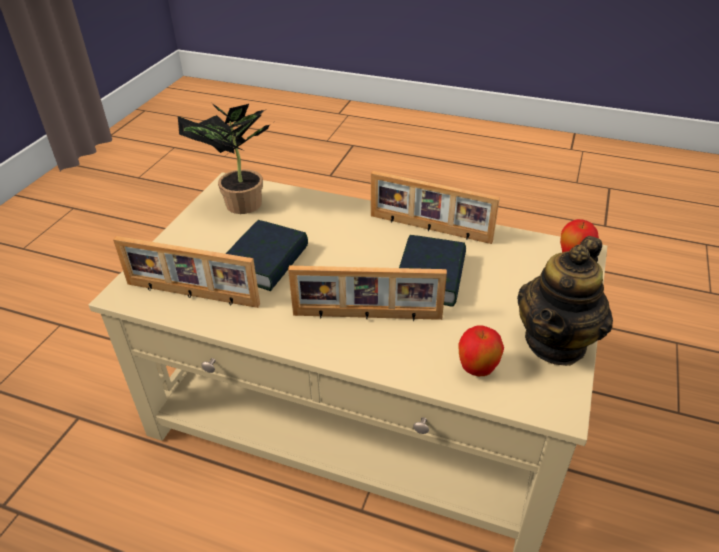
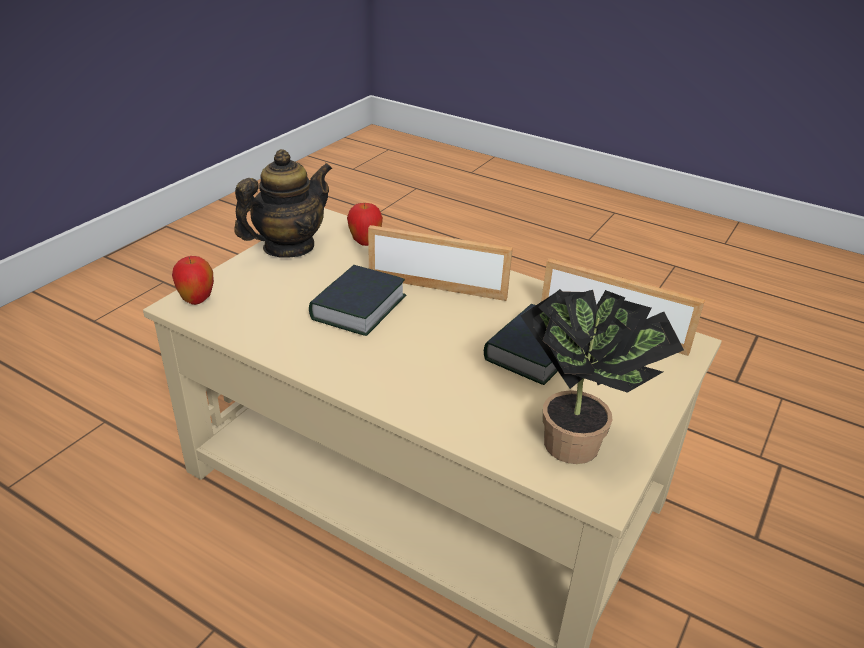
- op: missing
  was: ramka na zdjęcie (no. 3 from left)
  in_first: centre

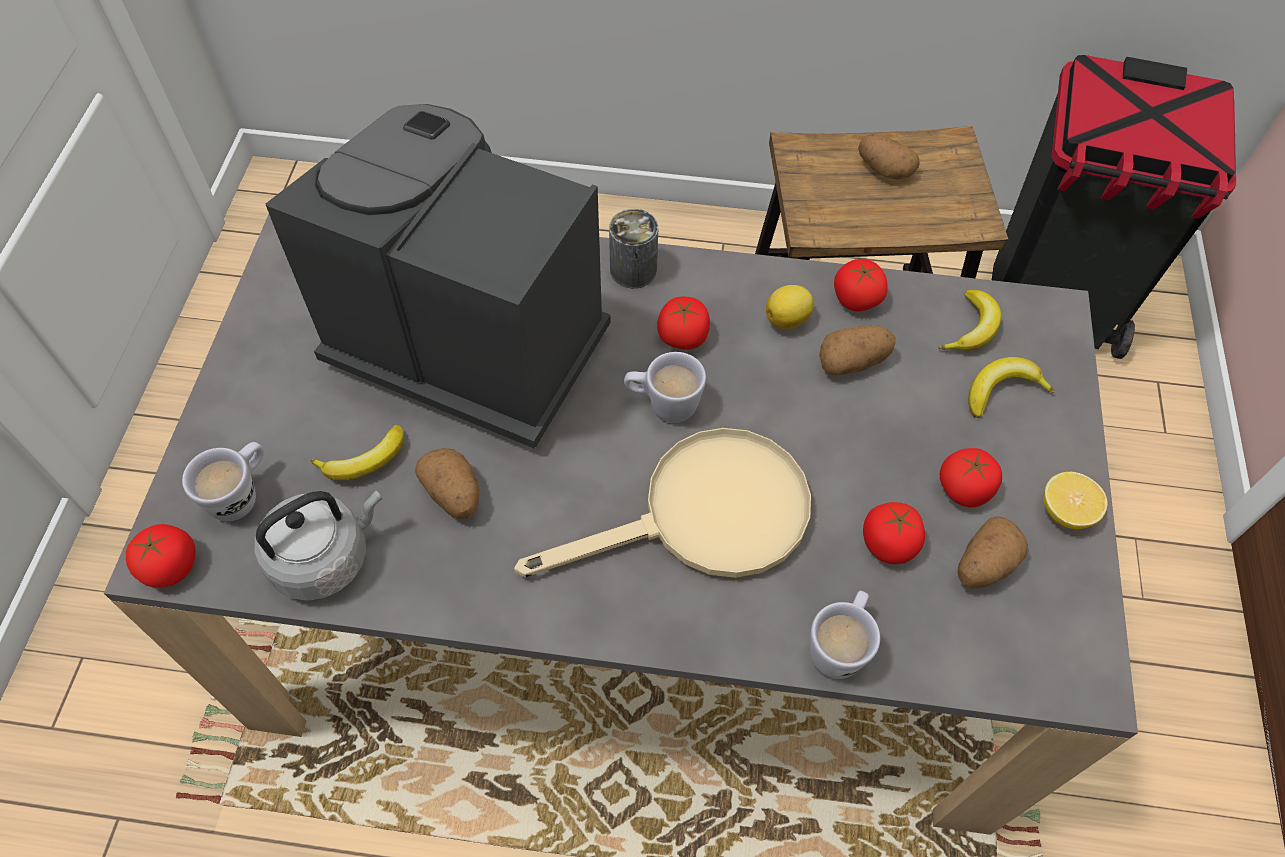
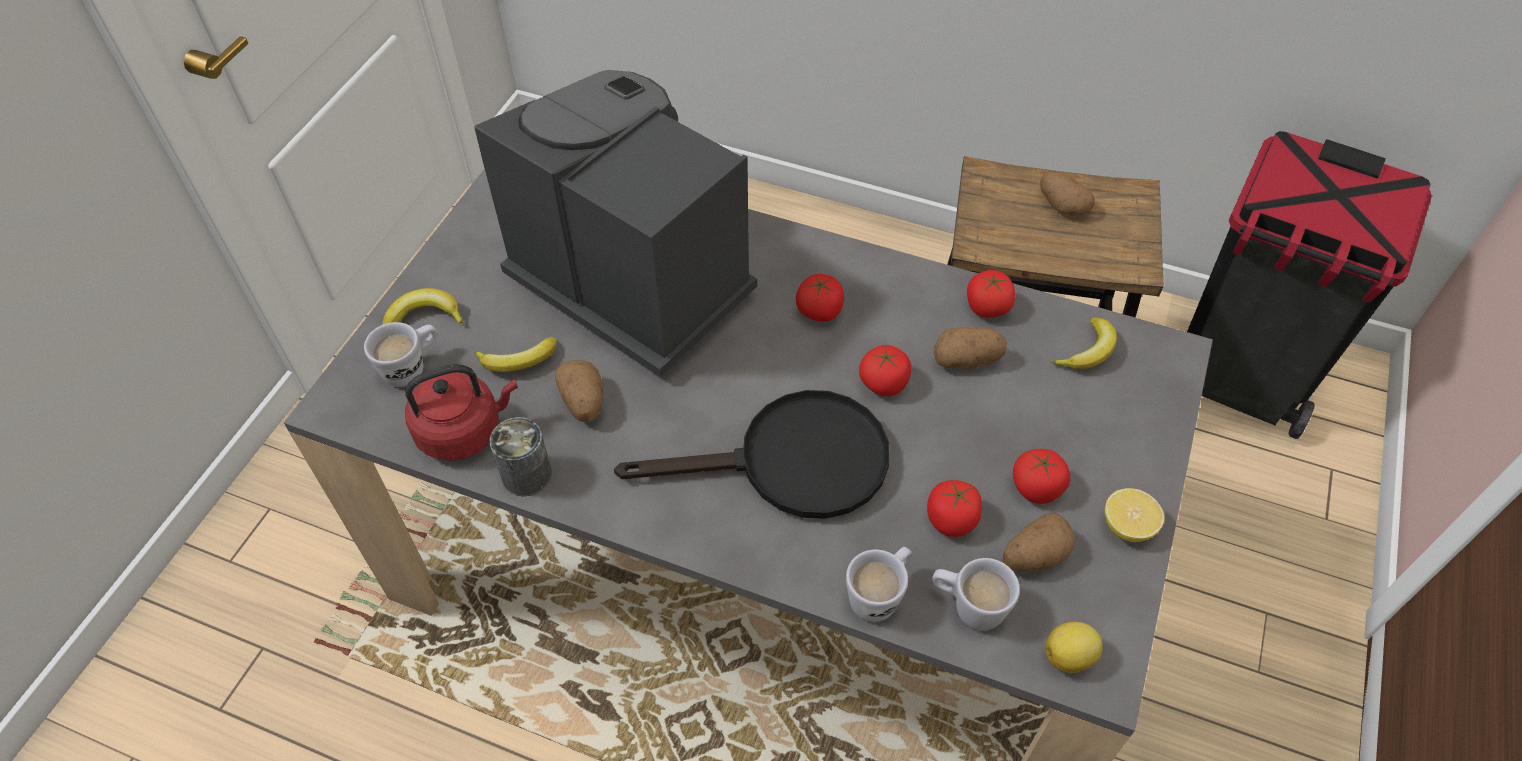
- op: relocated
  was: pomidor (no. 1 from left in the first image)
  now: pomidor (no. 2 from left)
  in_first: middle left
  in_second: centre
- op: relocated
  was: puszka
  in_first: top centre
  in_second: centre
- op: relocated
  was: kubek/biały (no. 2 from left in the first image)
  now: kubek/biały (no. 3 from left)
  in_first: centre
  in_second: bottom centre
- op: relocated
  was: cytryna (no. 1 from left)
  in_first: centre
  in_second: bottom right
- op: relocated
  was: banan (no. 3 from left in the first image)
  now: banan (no. 1 from left)
  in_first: middle right
  in_second: middle left
- op: colour
  was: czajnik/szary
  now: czajnik/czerwony
  in_first: middle left
  in_second: middle left
- op: colour
  was: patelnia/beżowy
  now: patelnia/czarny
  in_first: centre
  in_second: centre

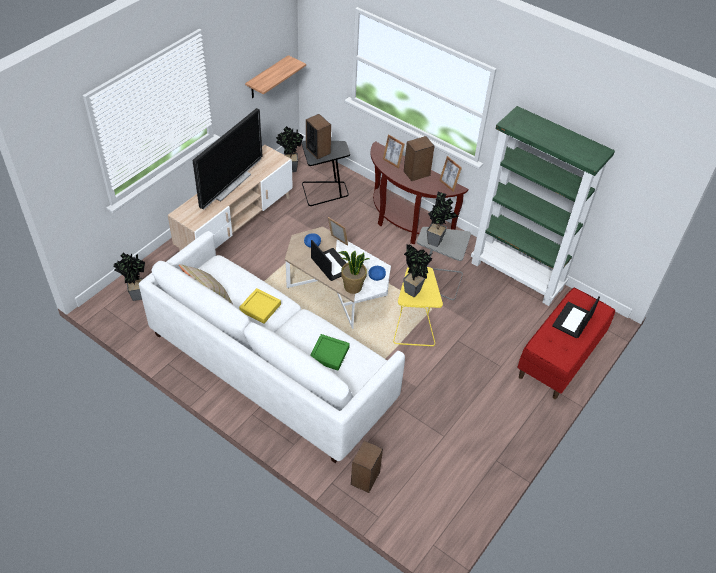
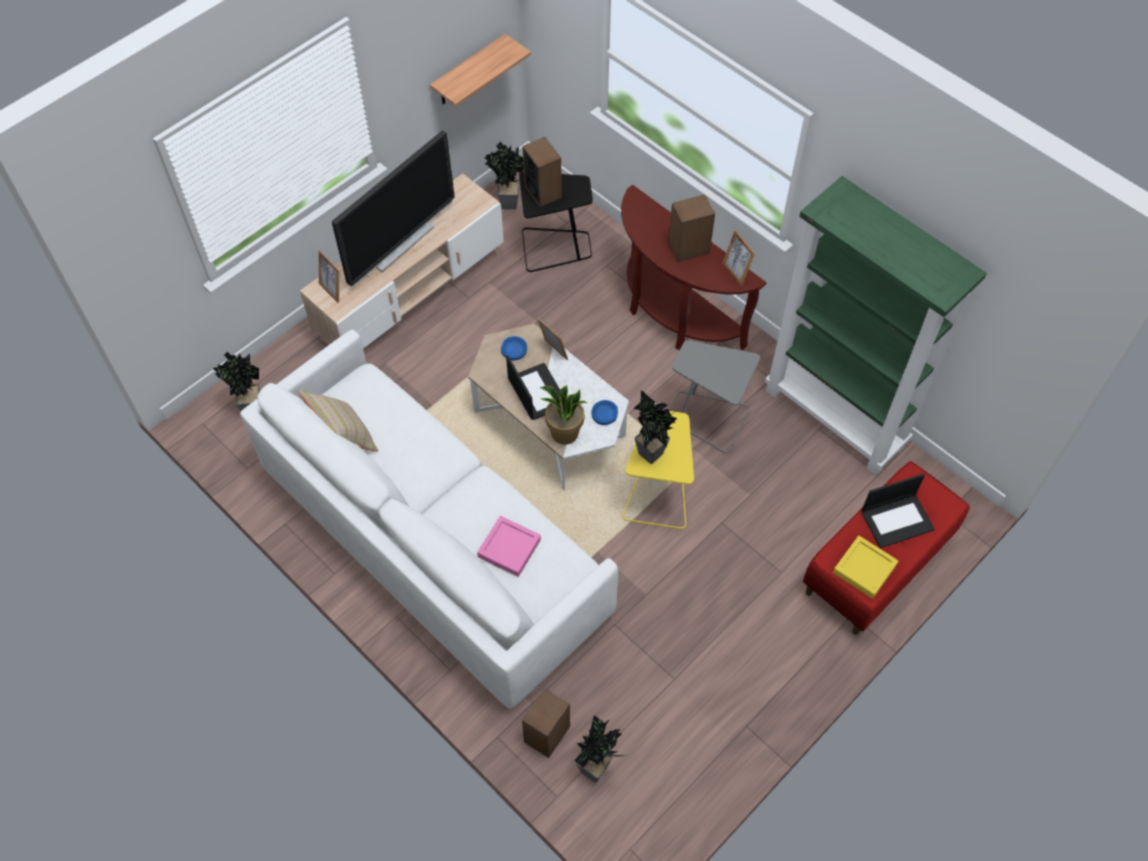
- op: relocated
  was: taca/żółty
  in_first: centre
  in_second: middle right
- op: relocated
  was: ramka na zdjęcie (no. 2 from left in the first image)
  now: ramka na zdjęcie (no. 1 from left)
  in_first: top centre
  in_second: top left
- op: relocated
  was: roślina doniczkowa (no. 5 from left in the first image)
  now: roślina doniczkowa (no. 4 from left)
  in_first: centre
  in_second: bottom centre
- op: colour
  was: taca/zielony
  now: taca/różowy
  in_first: centre
  in_second: centre
- op: spun
  was: laptop (no. 2 from left)
  in_first: middle right
  in_second: middle right
  clockwise: -150

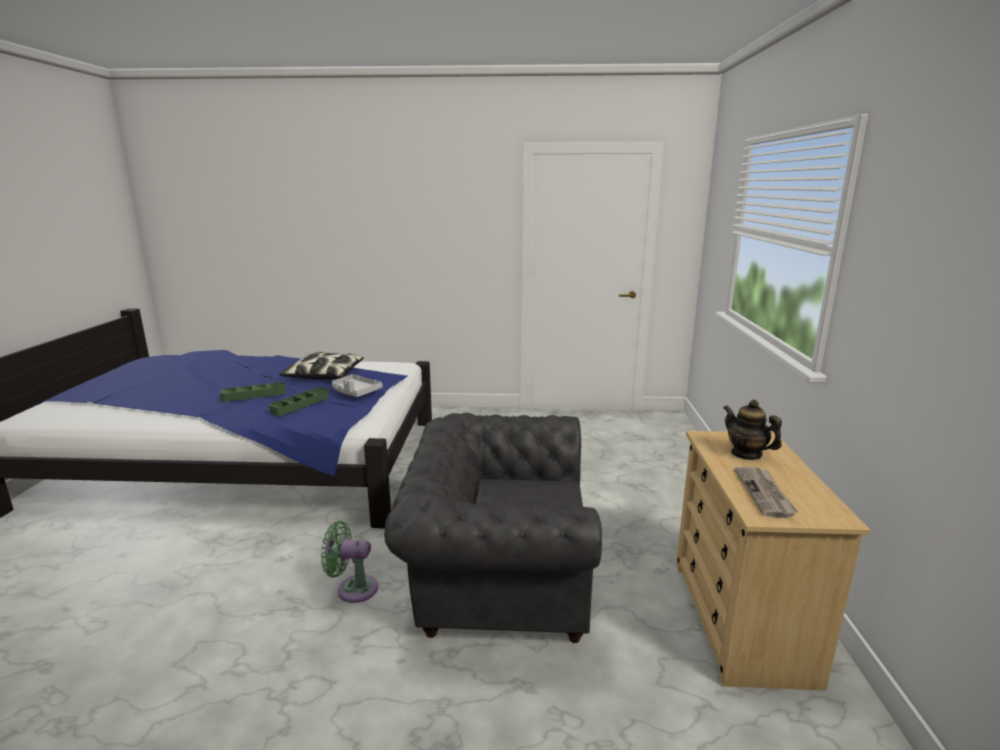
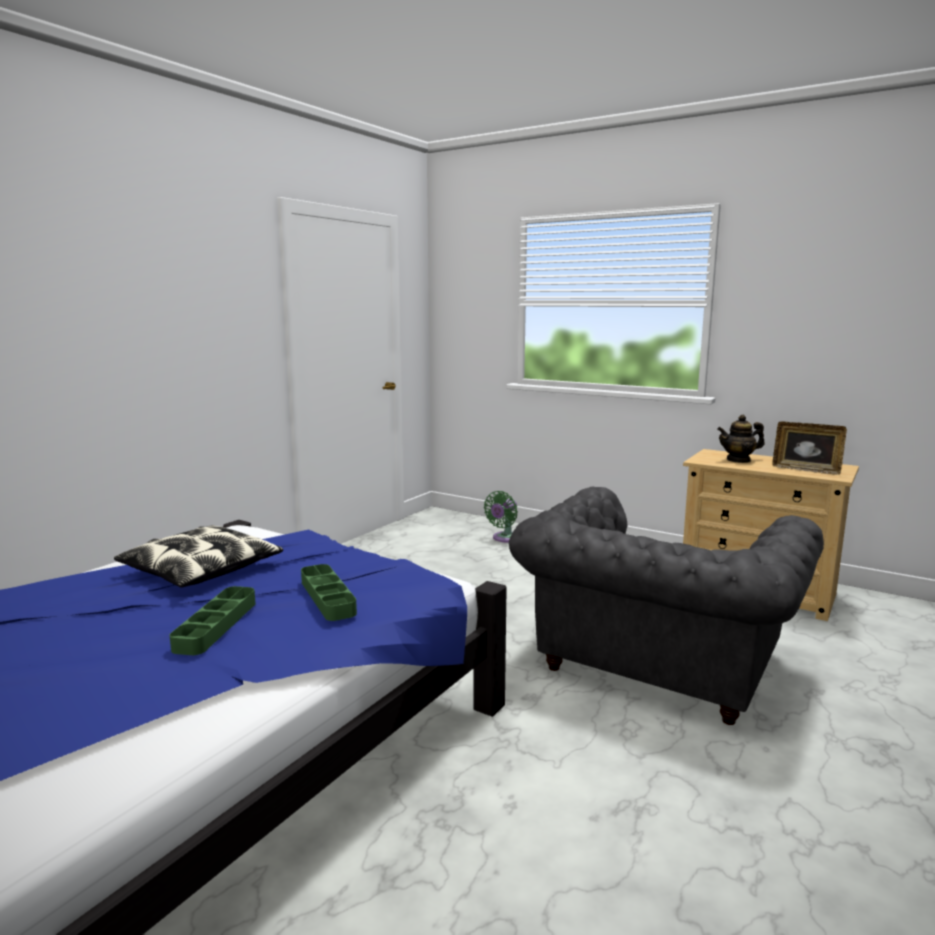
- op: missing
  was: taca/szary
  in_first: centre
- op: relocated
  was: wentylator/zielony
  in_first: bottom centre
  in_second: centre
- op: exchanged
  was: gazeta
  now: ramka na zdjęcie
  in_first: middle right
  in_second: middle right

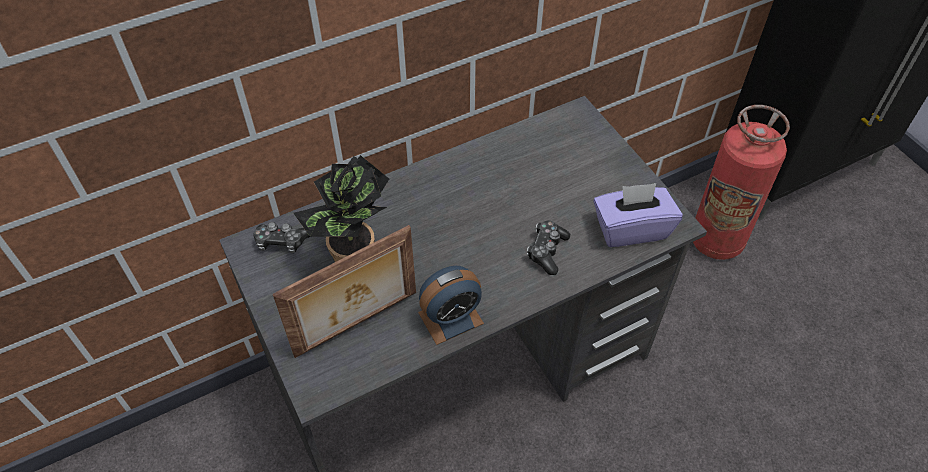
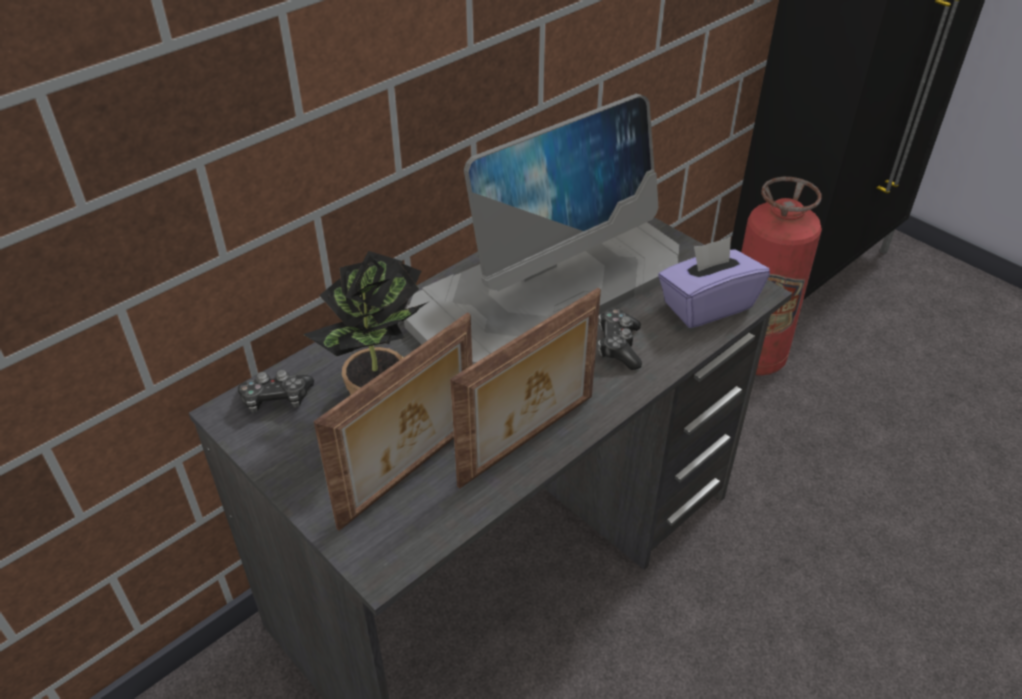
- op: appeared
  now: monitor
  in_second: top centre
- op: exchanged
  was: budzik
  now: ramka na zdjęcie (no. 2 from left)
  in_first: centre
  in_second: centre

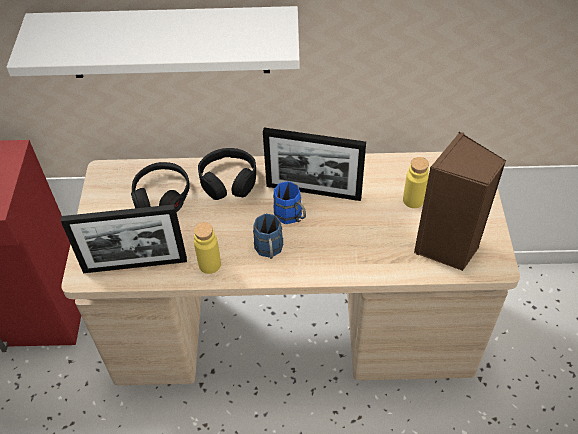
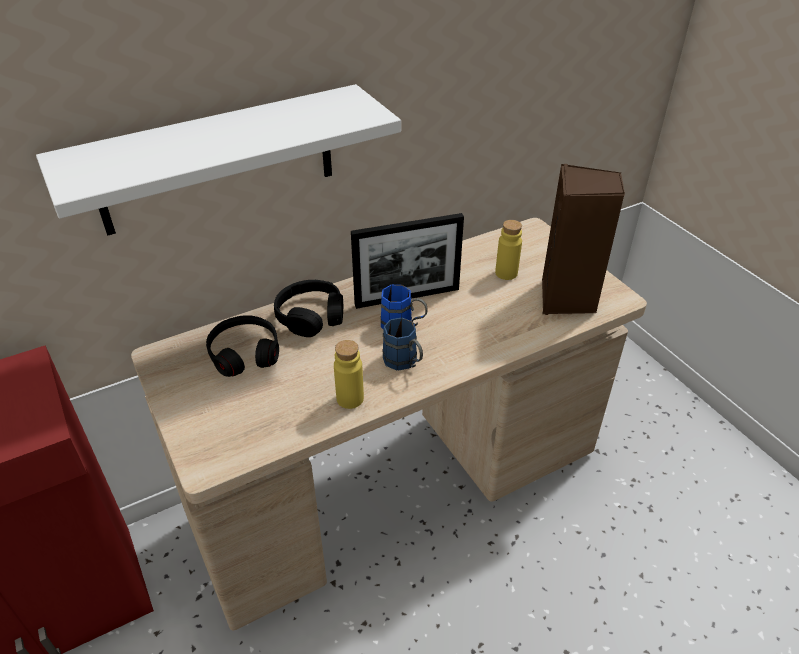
- op: missing
  was: ramka na zdjęcie (no. 1 from left)
  in_first: middle left

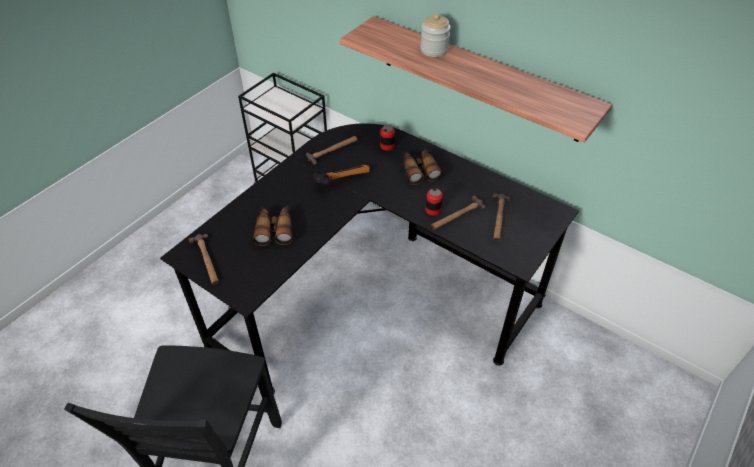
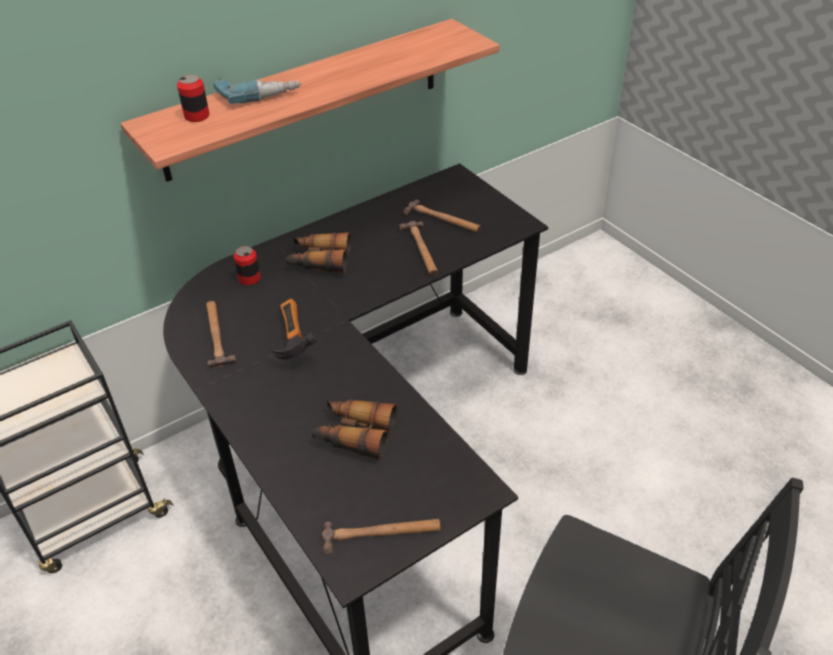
- op: relocated
  was: puszka (no. 2 from left in the first image)
  now: puszka (no. 1 from left)
  in_first: centre
  in_second: top left
- op: exchanged
  was: słoik
  now: wiertarka
  in_first: top centre
  in_second: top left

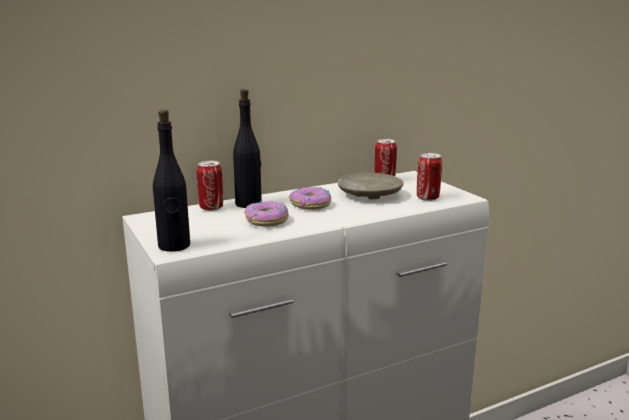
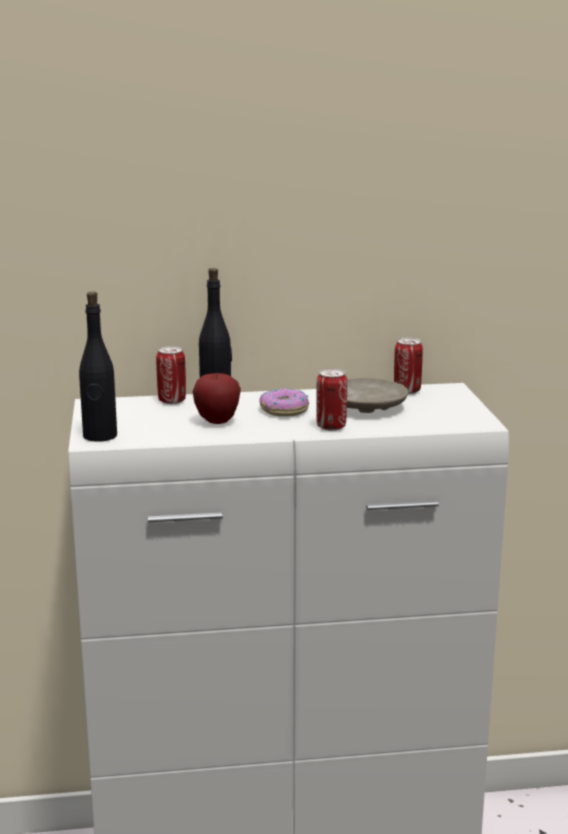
- op: relocated
  was: puszka (no. 3 from left in the first image)
  now: puszka (no. 2 from left)
  in_first: middle right
  in_second: centre
- op: exchanged
  was: donut (no. 1 from left)
  now: jabłko
  in_first: centre
  in_second: centre

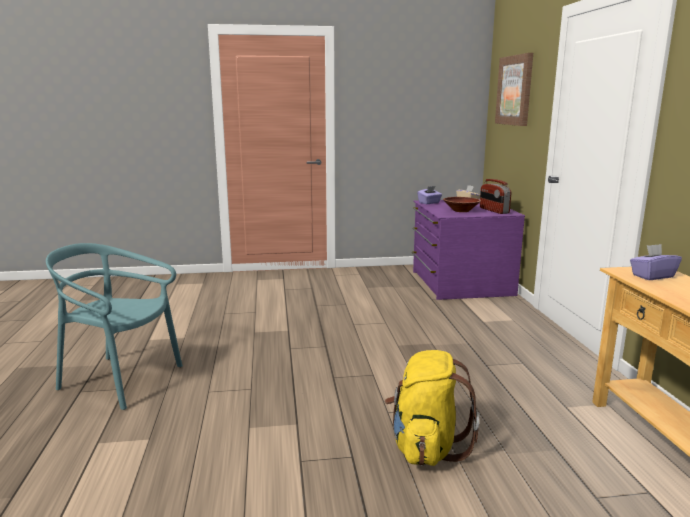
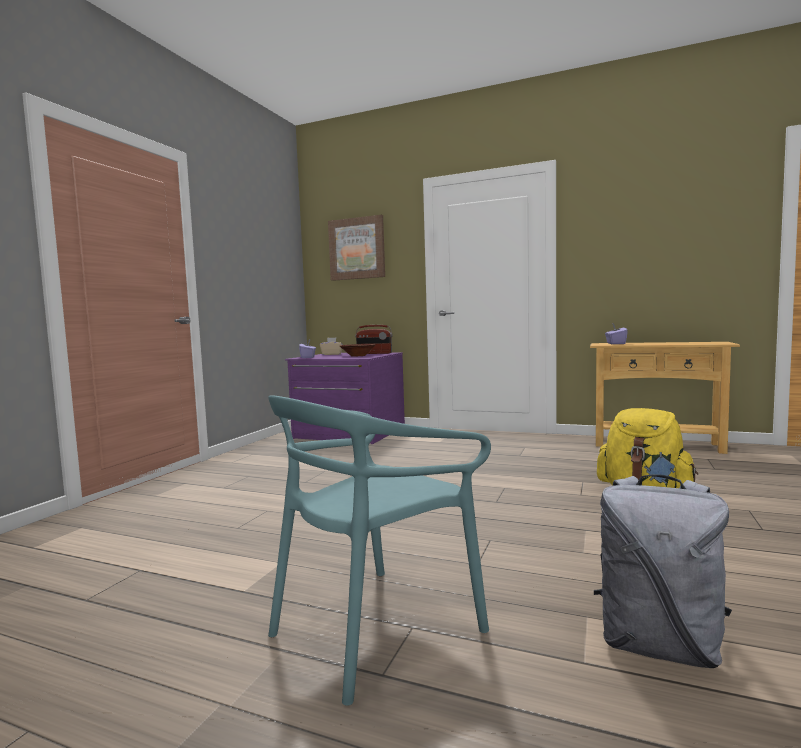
- op: appeared
  now: plecak/szary
  in_second: bottom right

